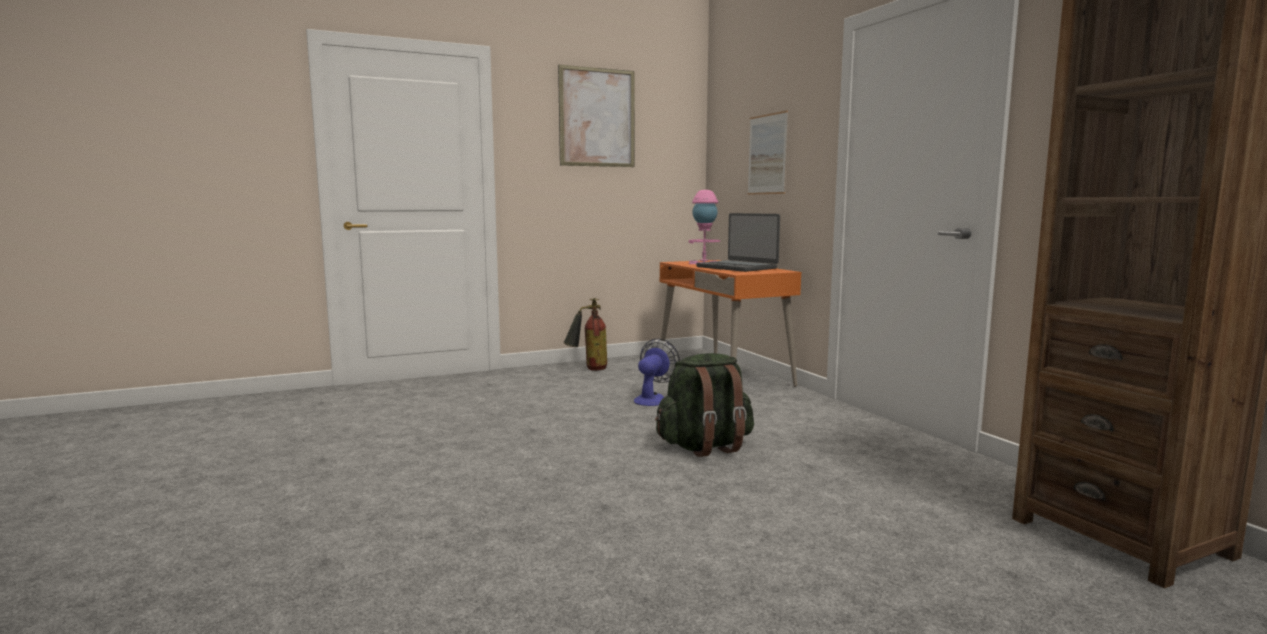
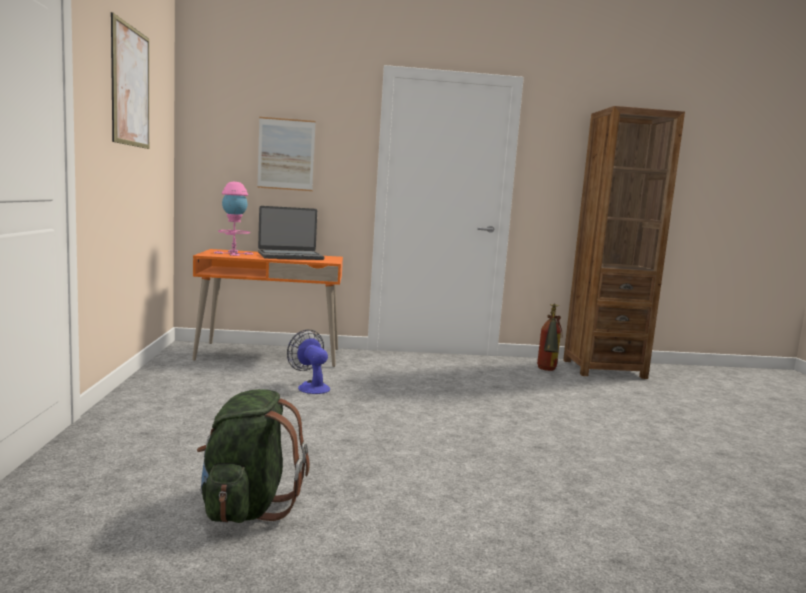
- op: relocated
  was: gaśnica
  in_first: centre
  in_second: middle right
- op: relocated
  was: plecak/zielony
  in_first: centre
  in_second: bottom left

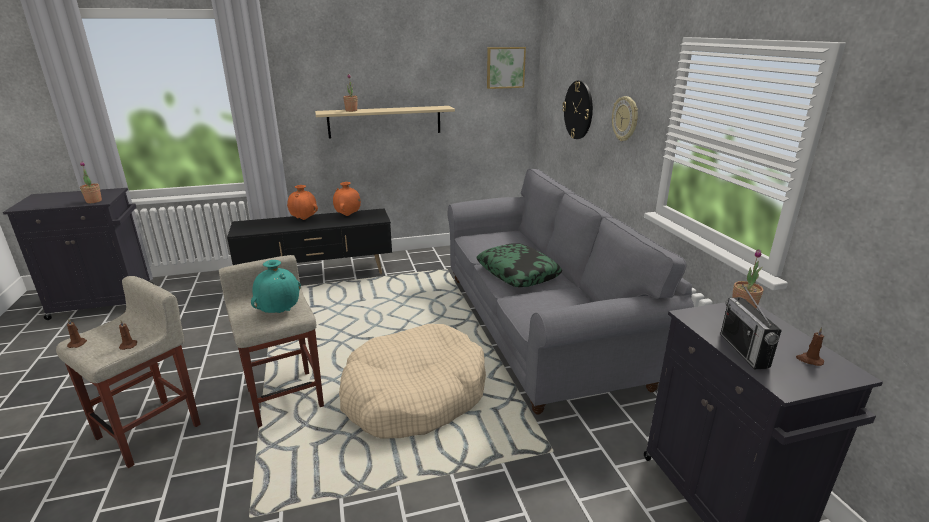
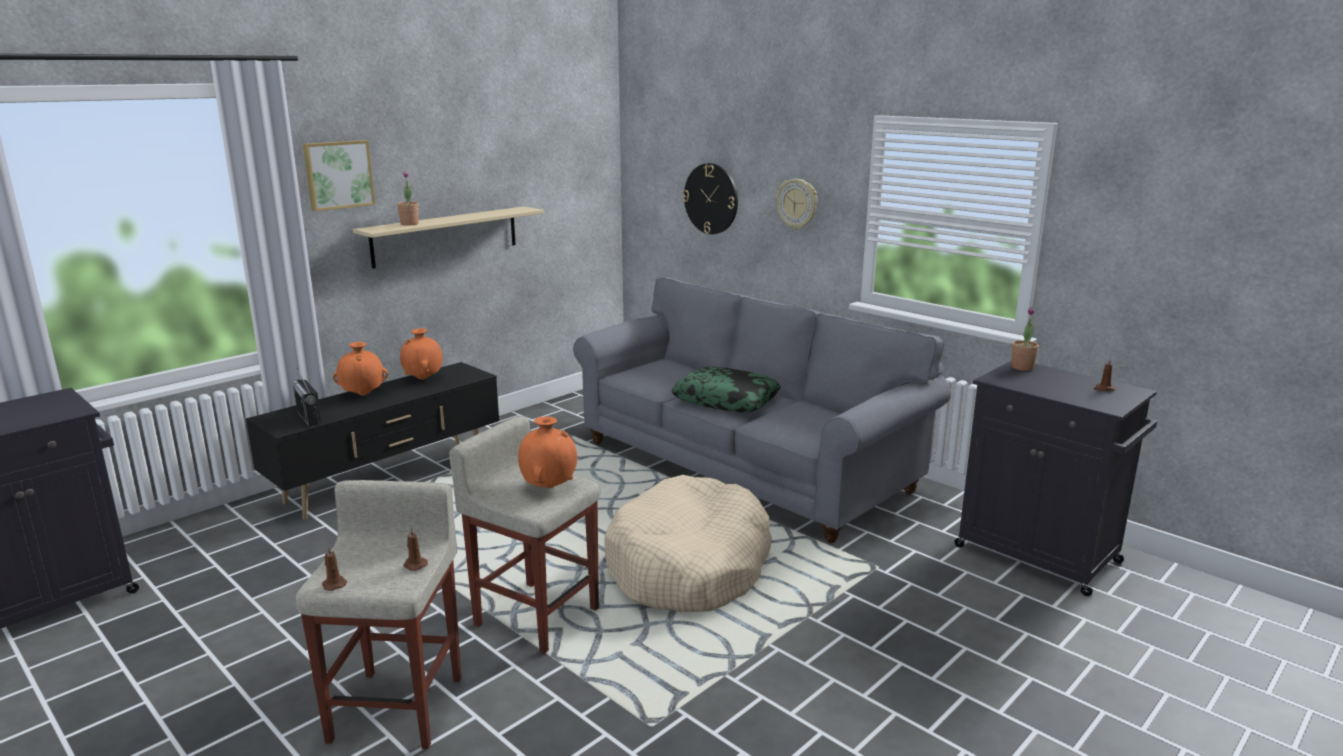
- op: missing
  was: roślina doniczkowa (no. 1 from left)
  in_first: middle left
- op: relocated
  was: obraz
  in_first: top centre
  in_second: top left
- op: relocated
  was: radio
  in_first: middle right
  in_second: middle left
- op: colour
  was: wazon/turkusowy
  now: wazon/pomarańczowy (no. 3 from left)
  in_first: middle left
  in_second: centre

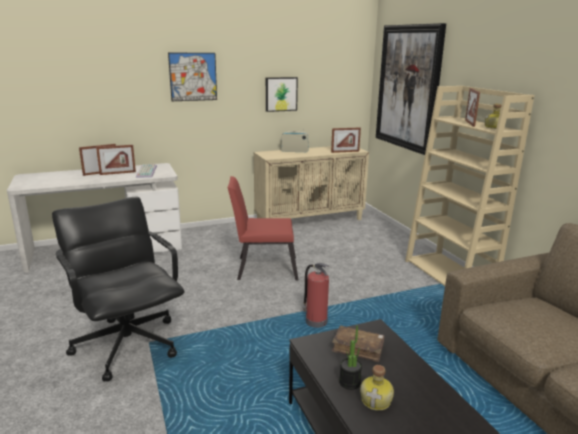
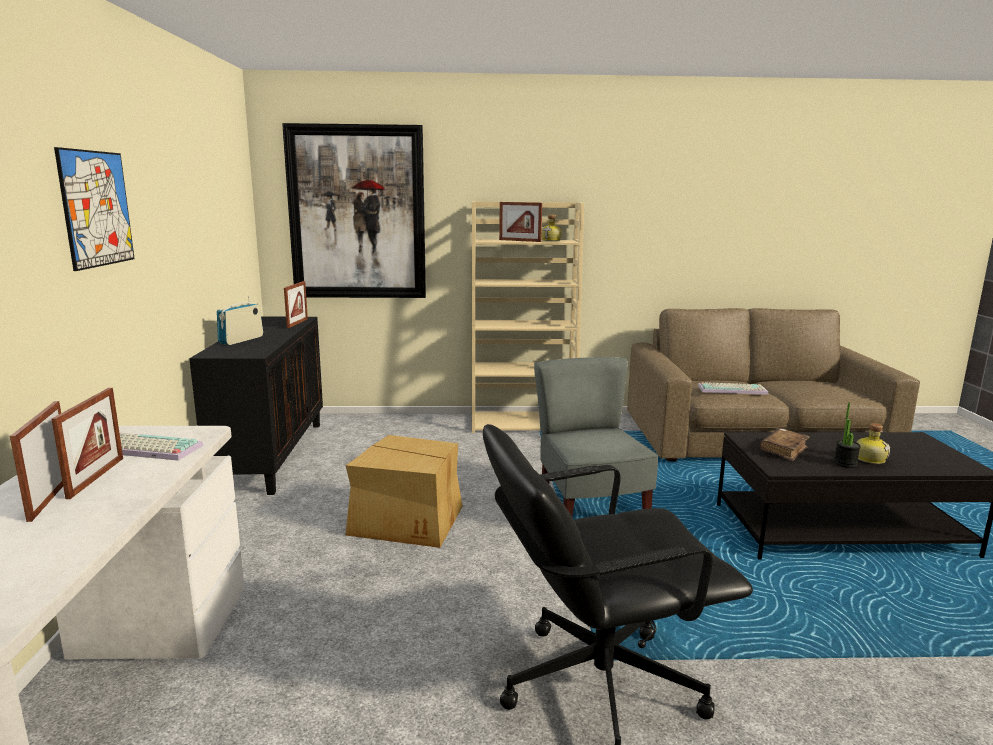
- op: missing
  was: obraz (no. 2 from left)
  in_first: top centre
- op: appeared
  now: klawiatura (no. 2 from left)
  in_second: middle right
- op: exchanged
  was: krzesło/czerwony
  now: karton
  in_first: centre
  in_second: centre
- op: exchanged
  was: gaśnica
  now: krzesło/szary
  in_first: bottom centre
  in_second: centre
- op: colour
  was: szafka/beżowy
  now: szafka/czarny
  in_first: centre
  in_second: middle left

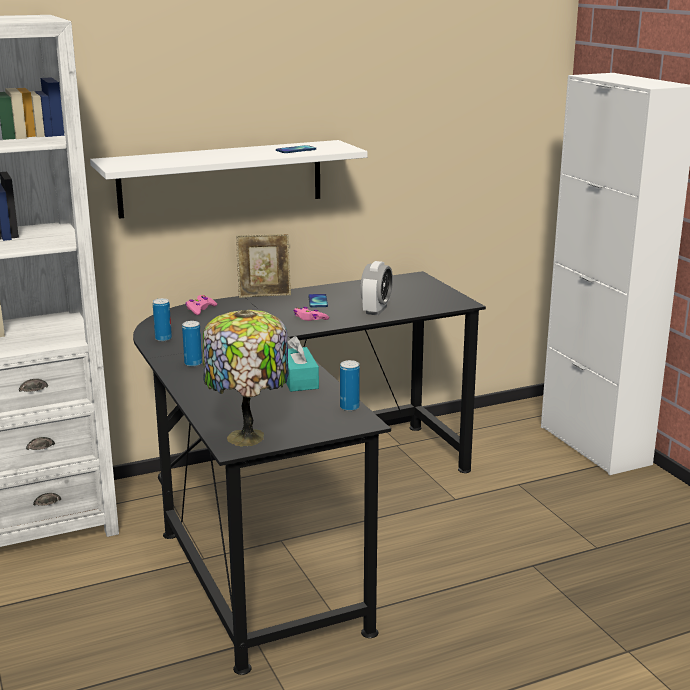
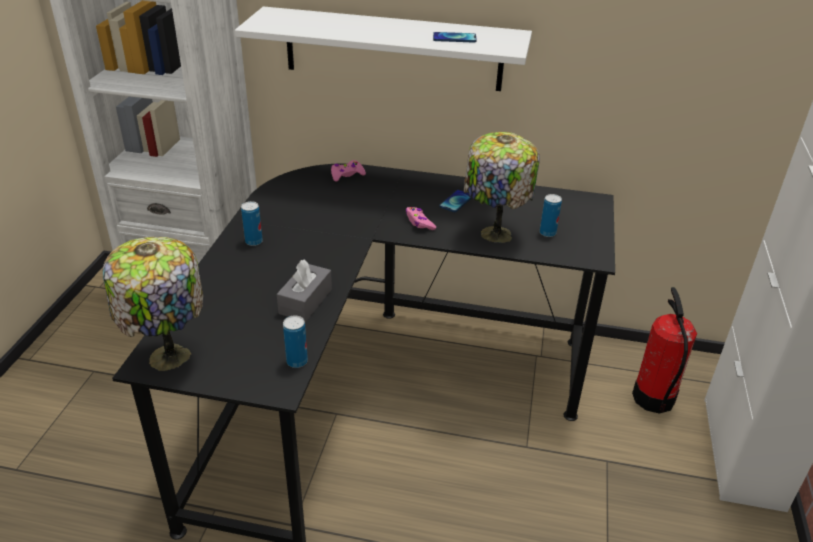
- op: missing
  was: ramka na zdjęcie
  in_first: centre
- op: appeared
  now: gaśnica
  in_second: middle right
- op: relocated
  was: puszka (no. 1 from left in the first image)
  now: puszka (no. 3 from left)
  in_first: middle left
  in_second: middle right
- op: exchanged
  was: budzik
  now: lampa stołowa (no. 2 from left)
  in_first: centre
  in_second: centre
- op: colour
  was: pudełko chusteczek/turkusowy
  now: pudełko chusteczek/szary
  in_first: centre
  in_second: centre

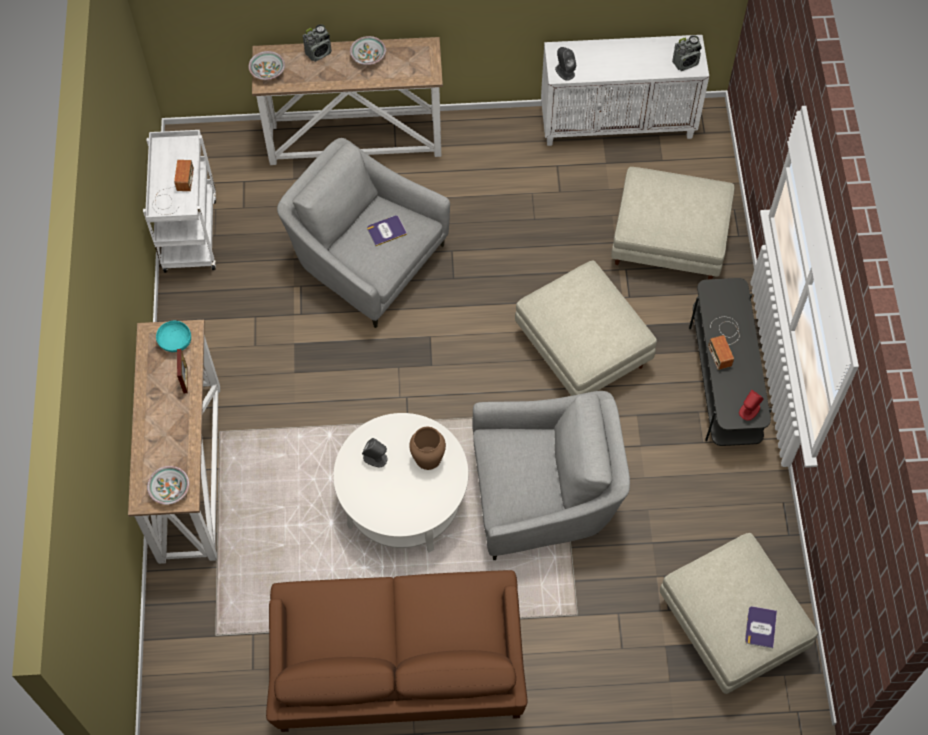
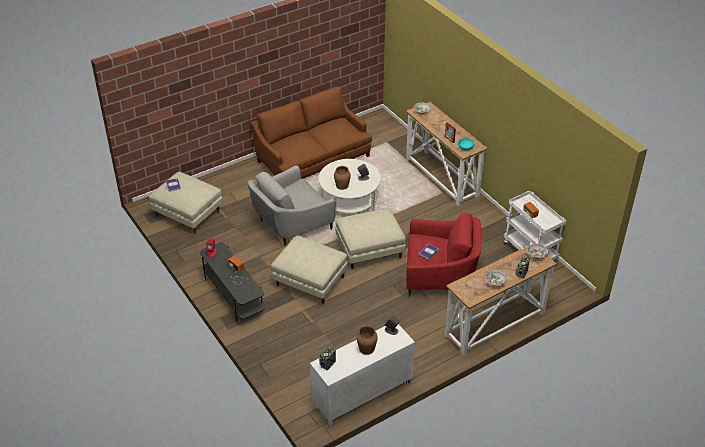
- op: appeared
  now: wazon/brązowy (no. 2 from left)
  in_second: bottom centre
- op: relocated
  was: pufa/beżowy (no. 2 from left in the first image)
  now: pufa/beżowy (no. 3 from left)
  in_first: top right
  in_second: centre
- op: colour
  was: fotel/szary (no. 1 from left)
  now: fotel/czerwony
  in_first: top centre
  in_second: centre

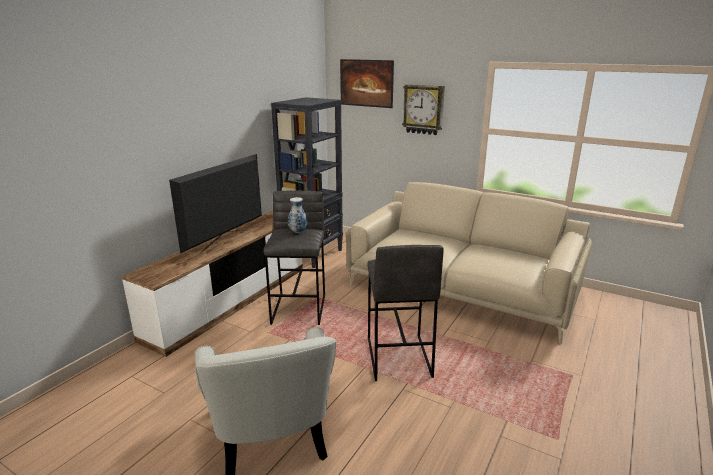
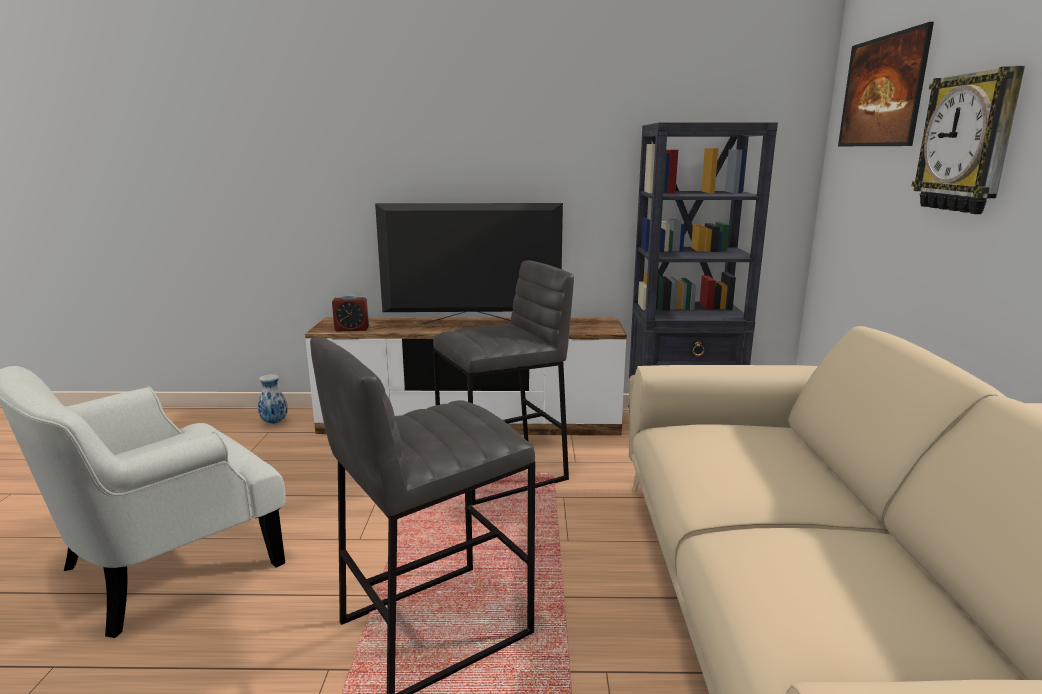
- op: appeared
  now: budzik
  in_second: centre
- op: relocated
  was: wazon
  in_first: centre
  in_second: middle left

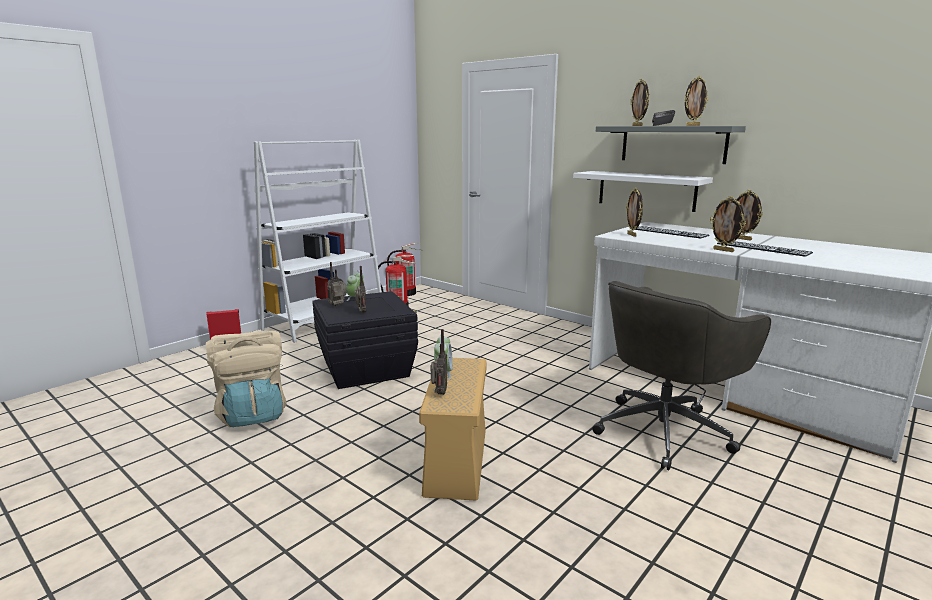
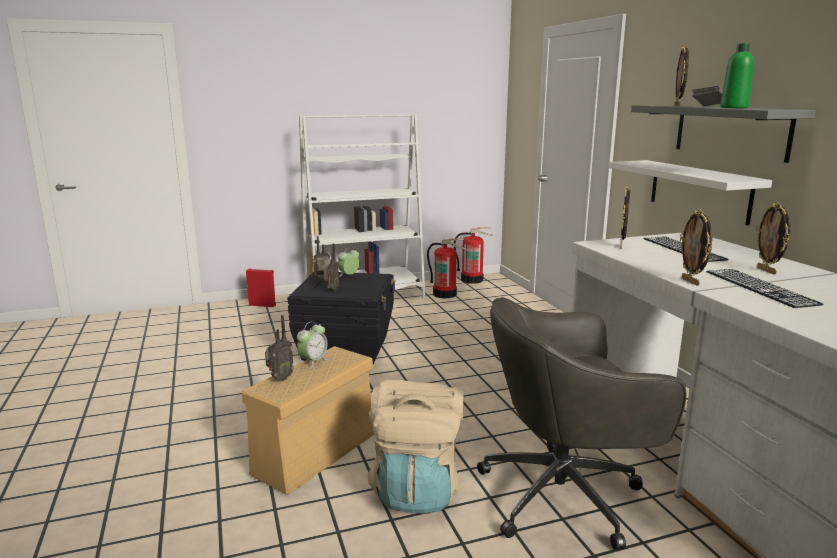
- op: relocated
  was: plecak/beżowy
  in_first: middle left
  in_second: bottom centre
- op: exchanged
  was: ramka na zdjęcie (no. 3 from left)
  now: butelka/zielony
  in_first: top right
  in_second: top right

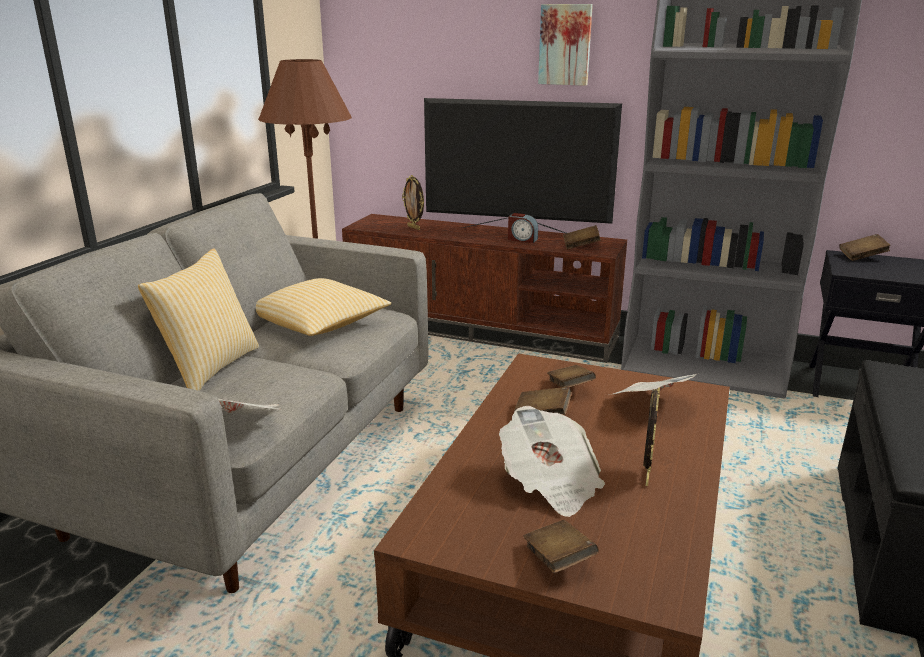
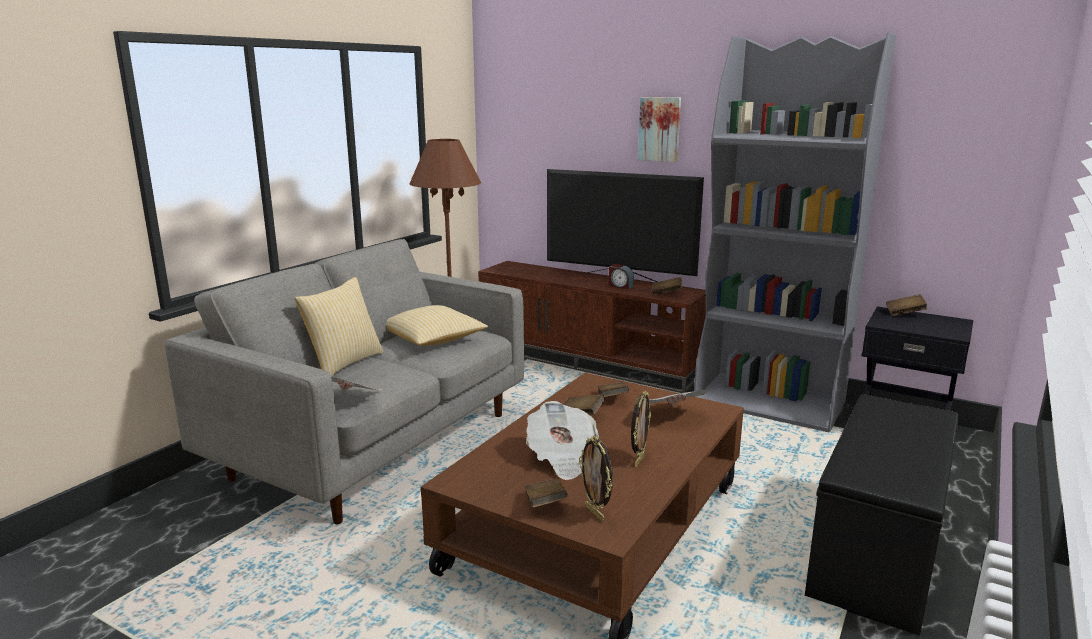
- op: relocated
  was: ramka na zdjęcie (no. 1 from left)
  in_first: top centre
  in_second: bottom centre

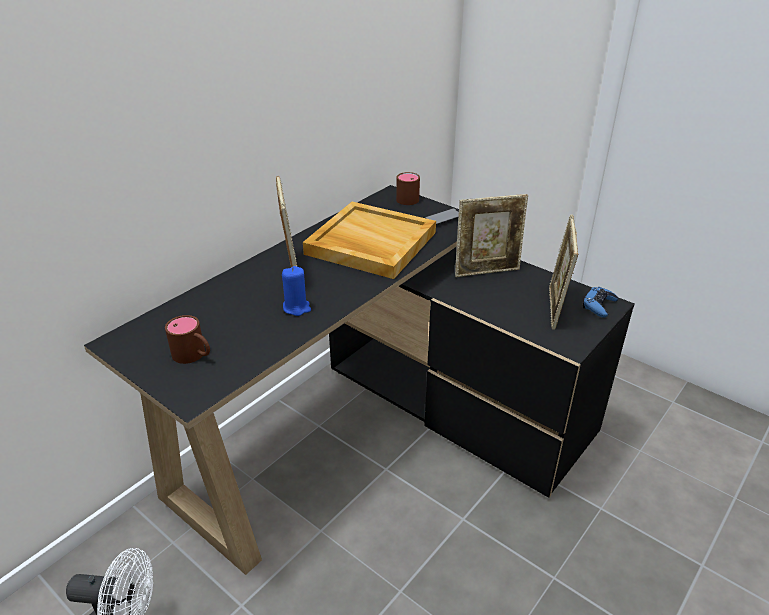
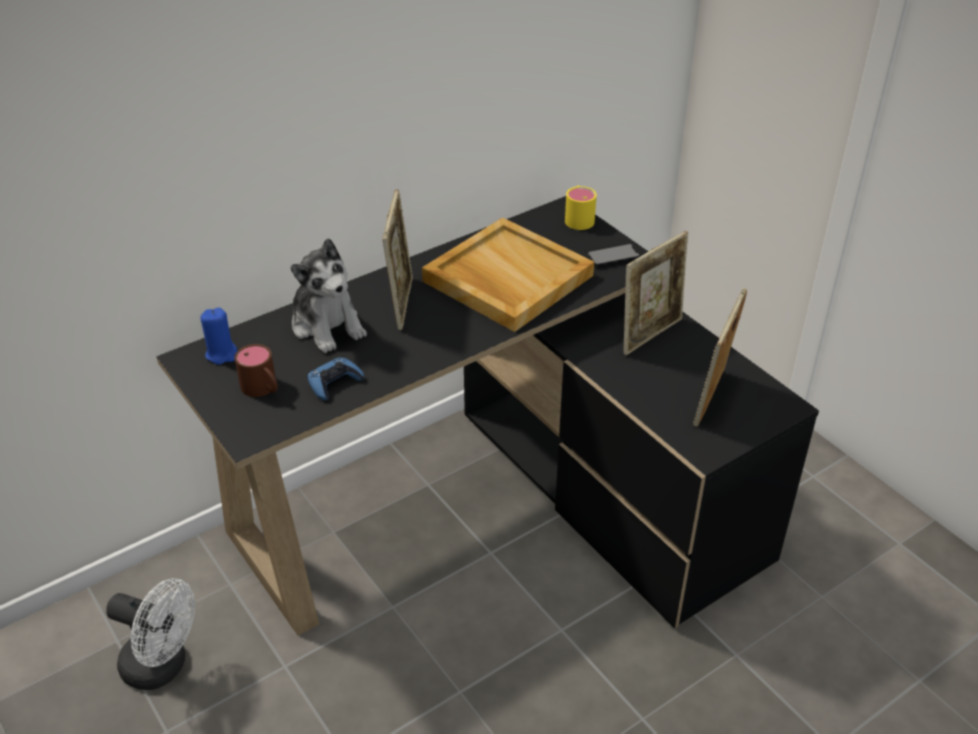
- op: appeared
  now: pluszak
  in_second: centre
- op: relocated
  was: świeca/niebieski
  in_first: centre
  in_second: middle left
- op: relocated
  was: pad do gier/niebieski
  in_first: middle right
  in_second: centre
- op: colour
  was: kubek/brązowy (no. 2 from left)
  now: kubek/żółty
  in_first: top centre
  in_second: top centre
- op: spun
  was: ramka na zdjęcie (no. 2 from left)
  in_first: centre
  in_second: middle right
  clockwise: -45

